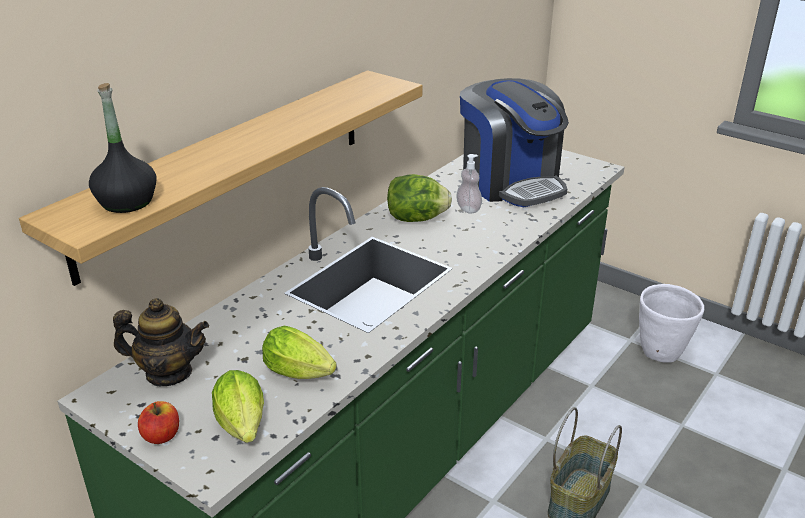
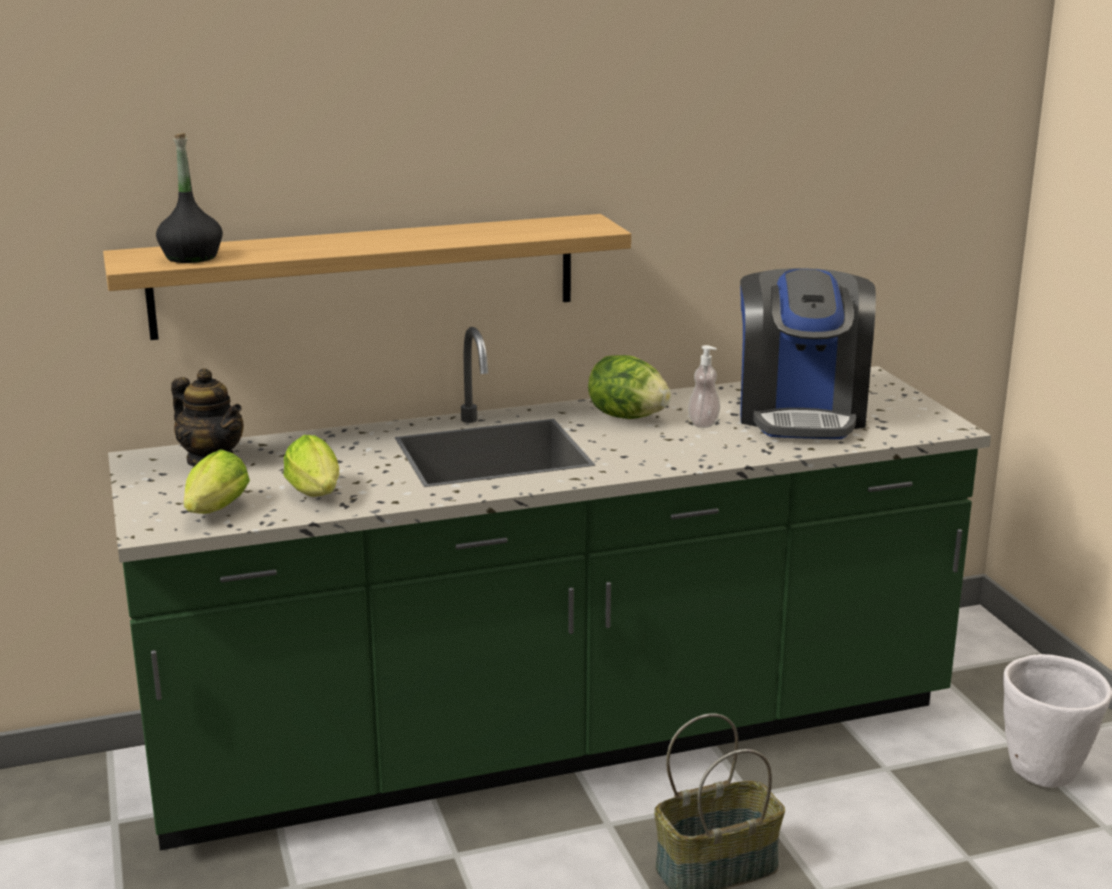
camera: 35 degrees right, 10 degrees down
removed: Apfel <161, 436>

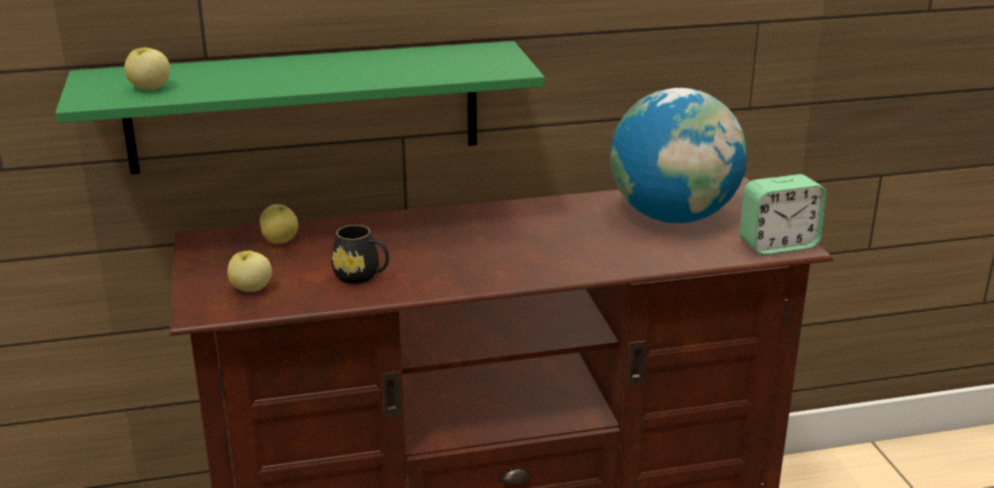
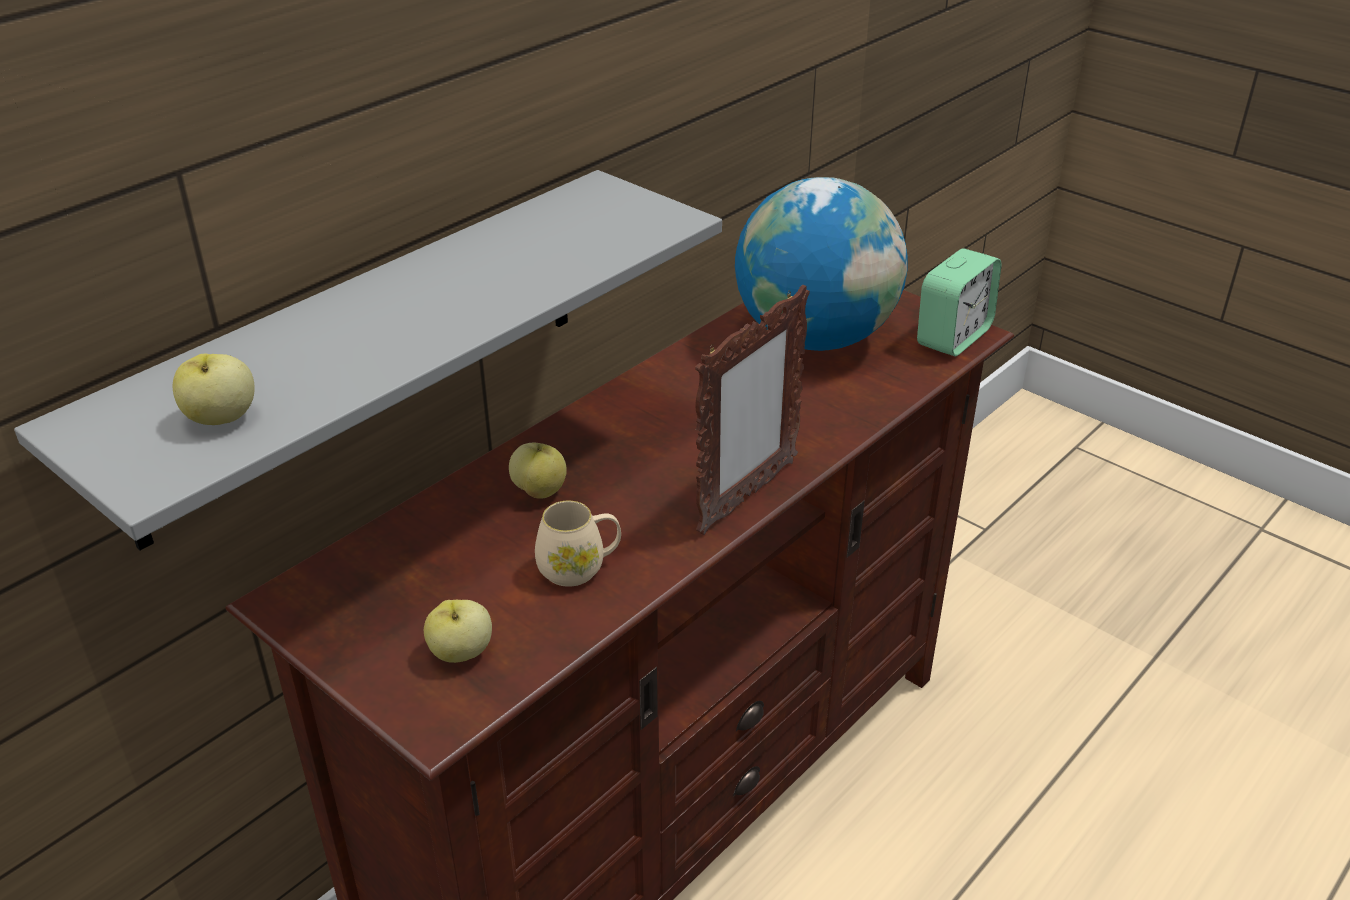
camera: 35 degrees left, 10 degrees up
added: Bilderrahmen <746, 497>
moved: Apfel <280, 240> to <540, 490>
recoloured: Wandregal/grün <304, 107> to Wandregal/grau <364, 351>; Henkelbecher/schwarz <362, 276> to Henkelbecher/beige <579, 568>

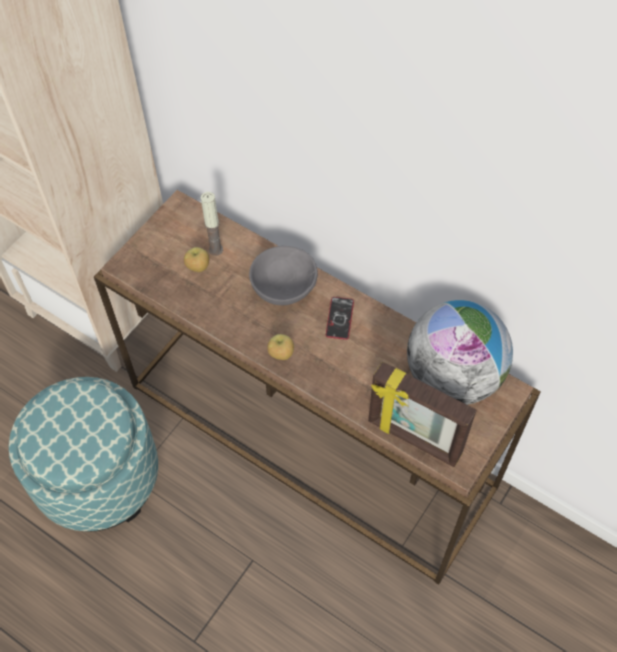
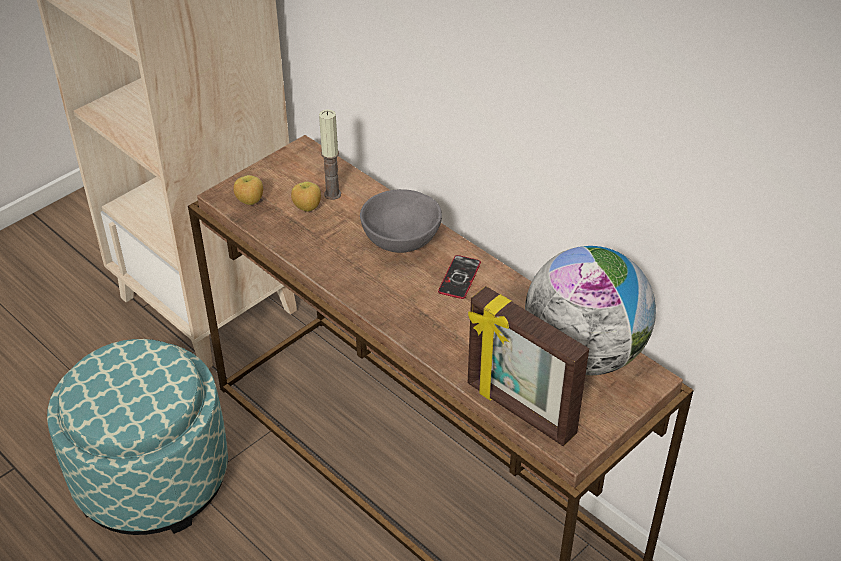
camera: 10 degrees right, 15 degrees down
moved: Apfel <281, 354> to <250, 201>

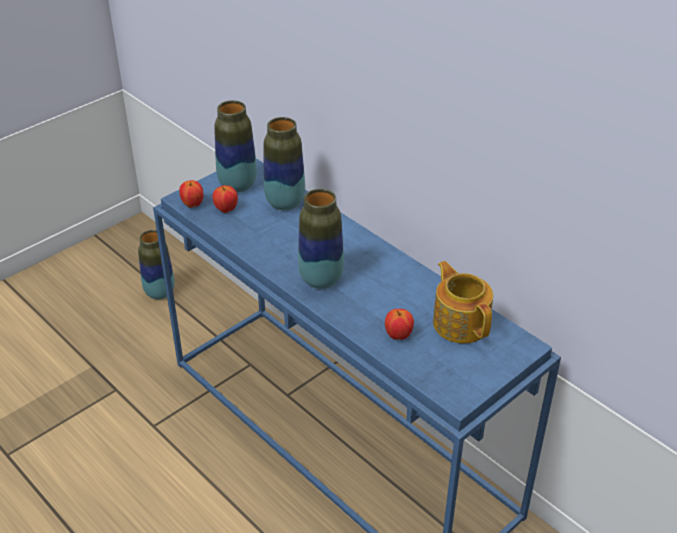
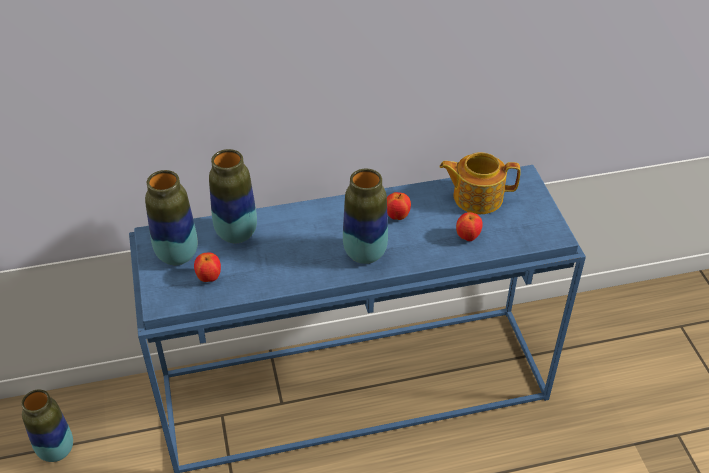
camera: 60 degrees left, 5 degrees up
moved: Apfel <192, 204> to <397, 216>

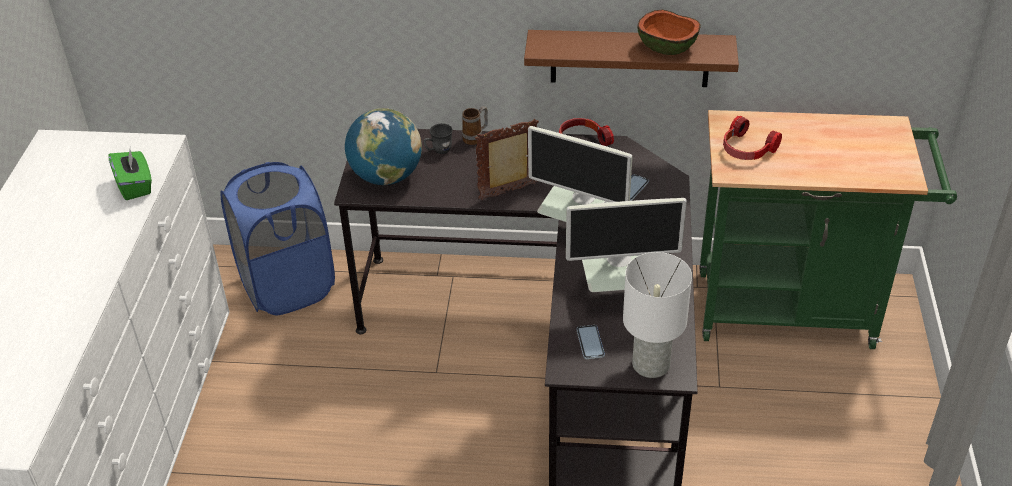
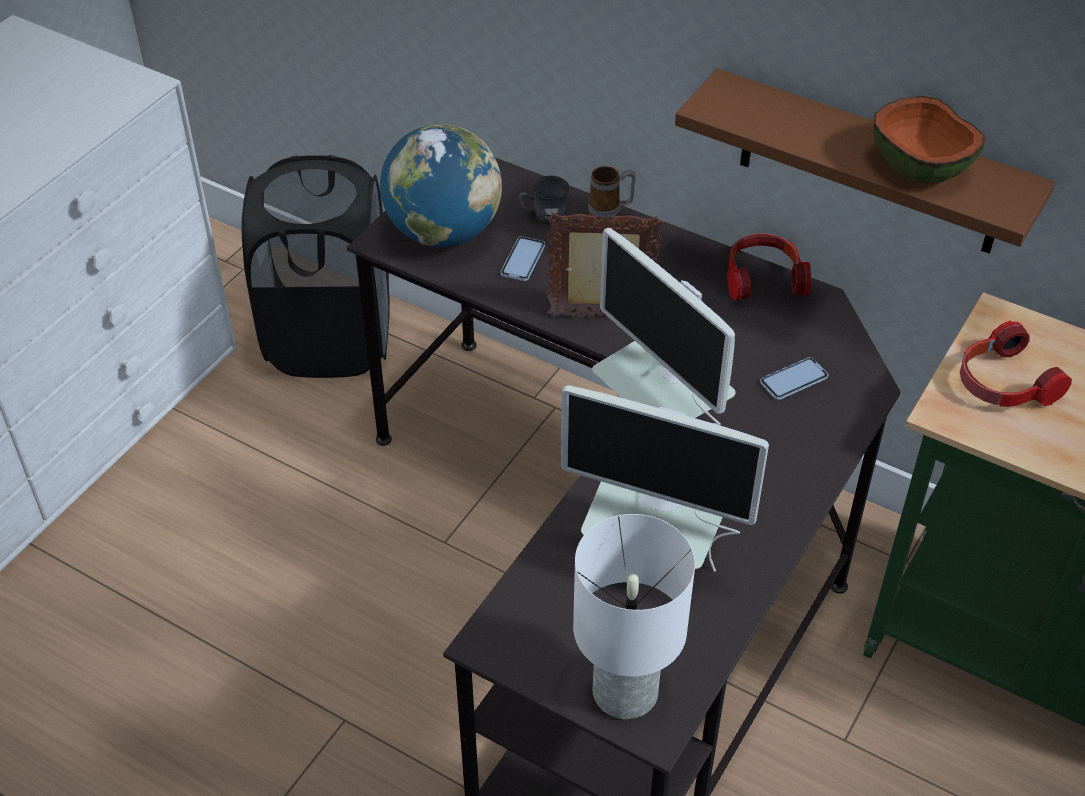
camera: 25 degrees right, 5 degrees up
removed: Taschentuchbox/grün <135, 186>
moved: Handy <590, 343> to <523, 260>
recoloured: Wäschekorb/blau <288, 286> to Wäschekorb/schwarz <330, 339>

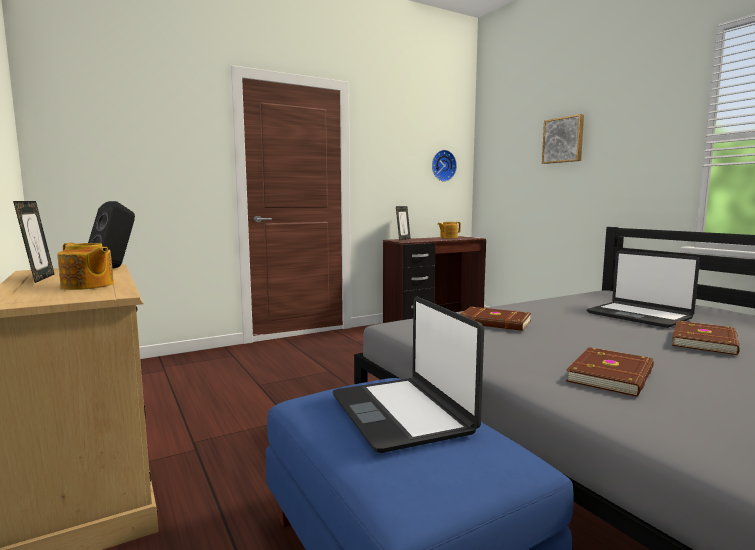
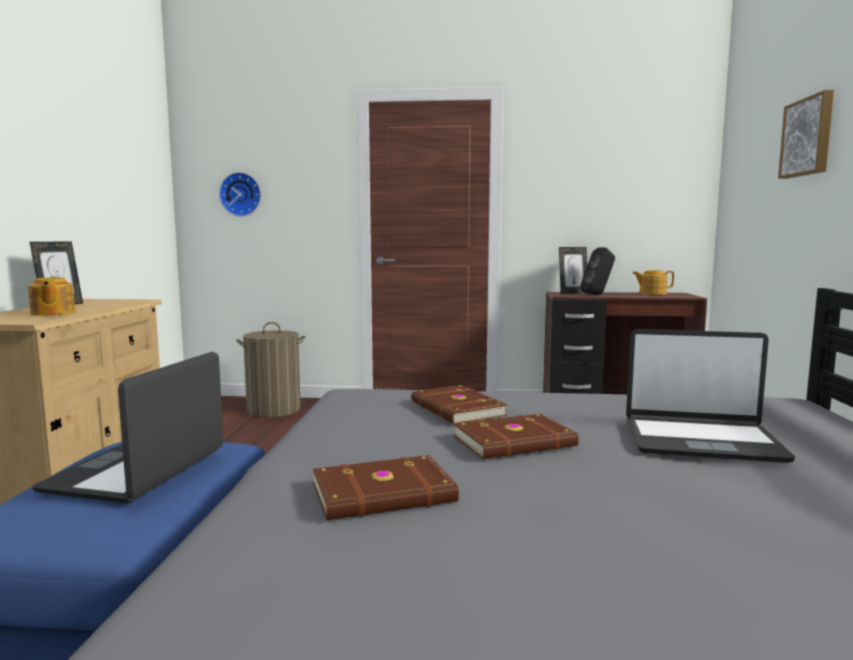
camera: 35 degrees right, 0 degrees up
added: Wäschekorb <273, 410>
moved: Wanduhr <442, 165> to <241, 194>; Lautsprecher/schwarz <114, 268> to <598, 294>; Buch/braun <706, 341> to <516, 442>
turned: Laptop <639, 315> = <701, 441> 75 degrees counterclockwise

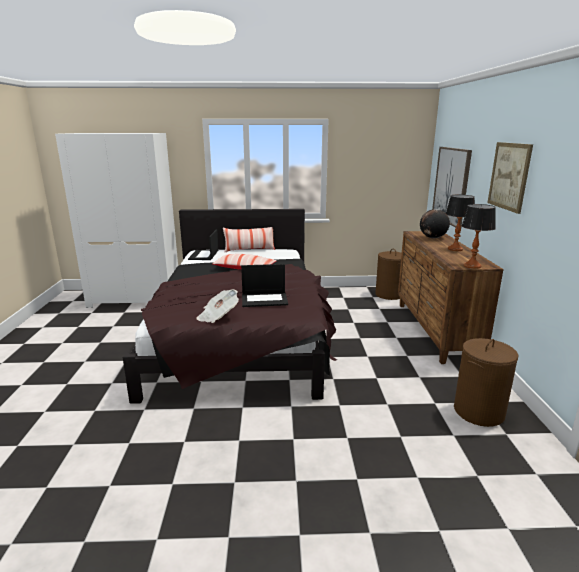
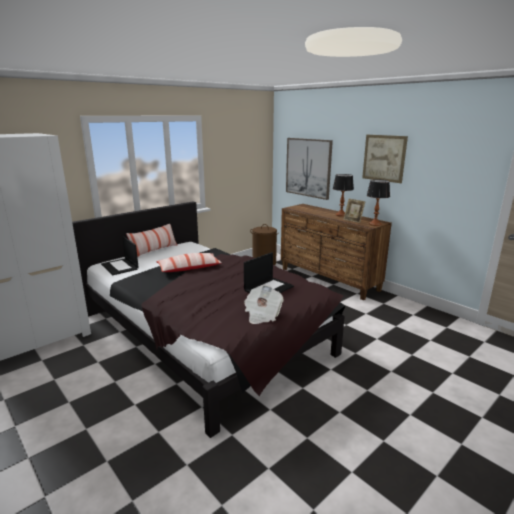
camera: 40 degrees left, 0 degrees up
removed: Globus <432, 238>; Wäschekorb/braun <479, 411>
added: Bilderrahmen <353, 220>

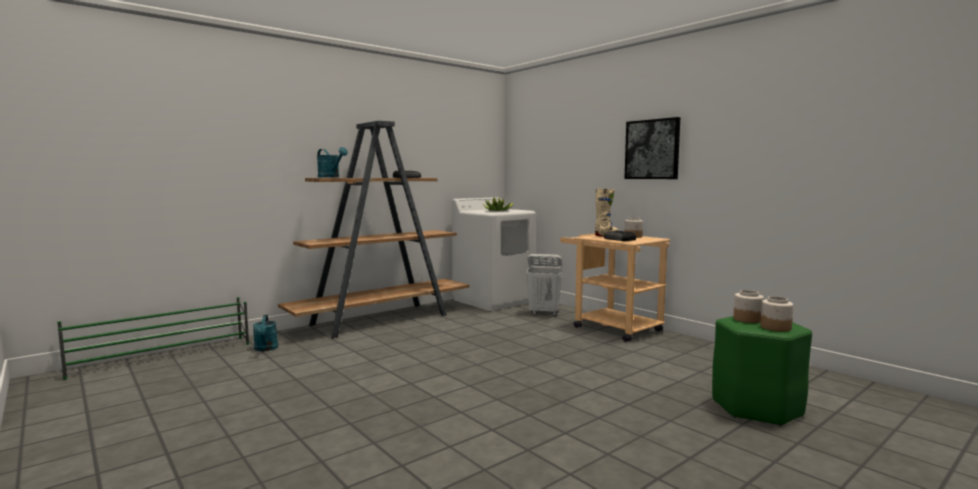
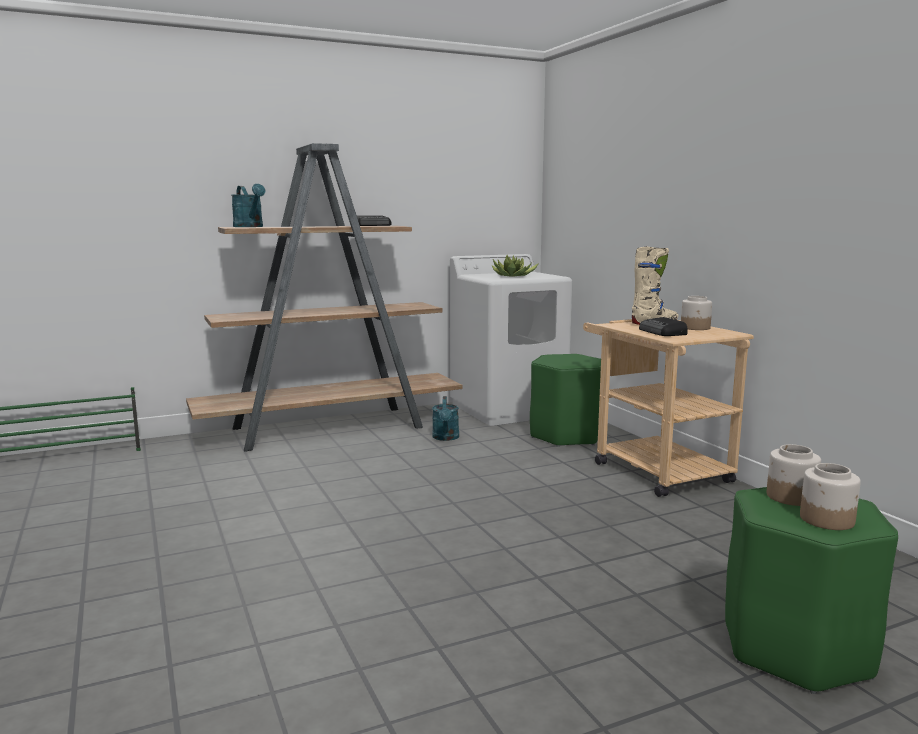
camera: 15 degrees right, 5 degrees up
removed: Bild <652, 149>
moved: Gießkanne/türkis <265, 349> to <446, 438>
replaced: Wäschekorb/weiß <544, 313> to Hocker/grün <567, 436>

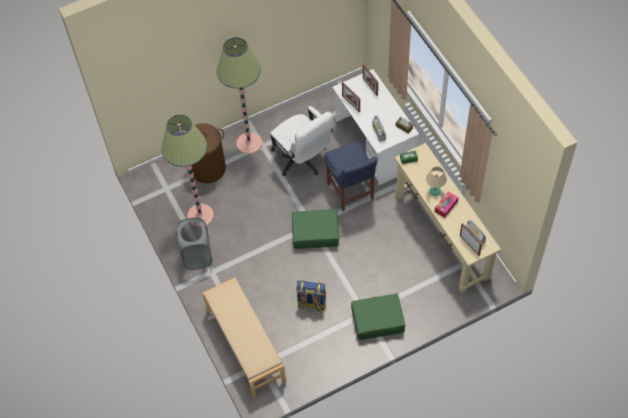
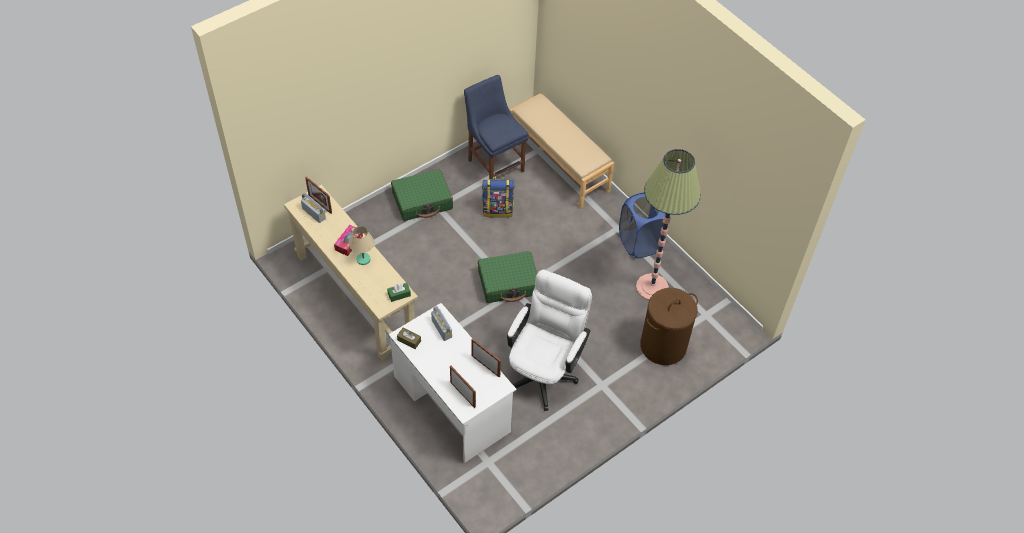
camera: 165 degrees right, 5 degrees down
removed: Stehlampe <249, 143>
moved: Stuhl/blau <351, 193> to <494, 163>
recoloured: Wäschekorb/grau <197, 256> to Wäschekorb/blau <639, 243>
turned: Bürostuhl/weiß <302, 160> = <544, 371> 75 degrees clockwise

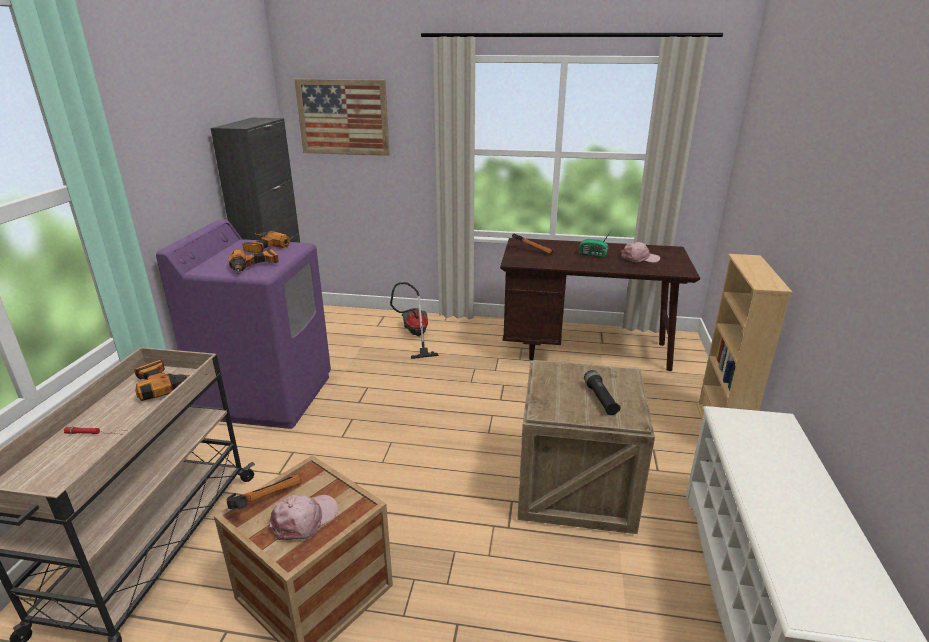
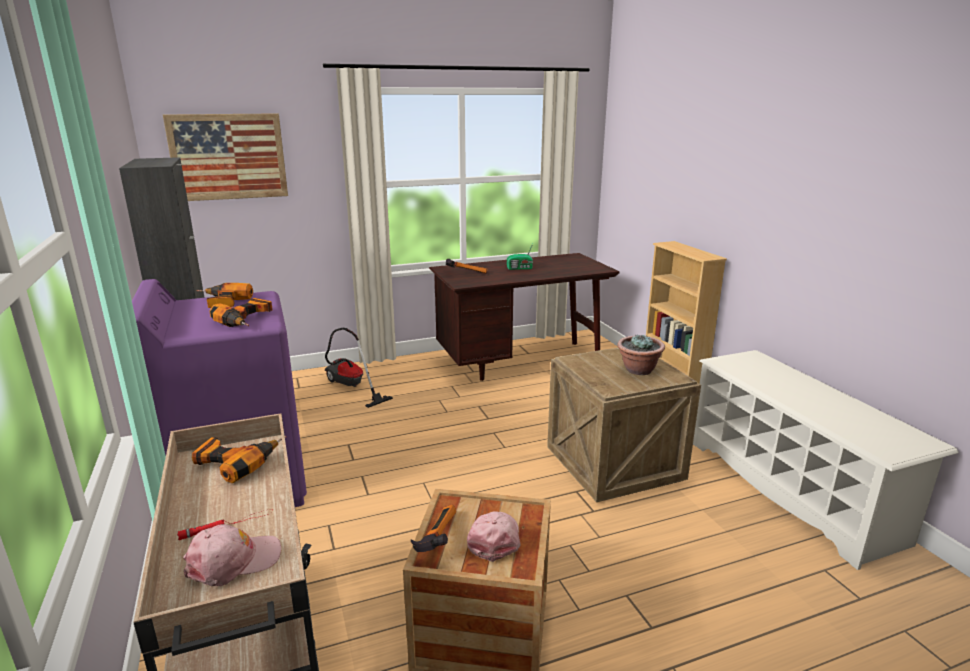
camera: 30 degrees left, 5 degrees down
moved: Kappe/rosa <639, 258> to <233, 561>
replaced: Taschenlampe/schwarz <600, 399> to Topfpflanze <638, 370>

